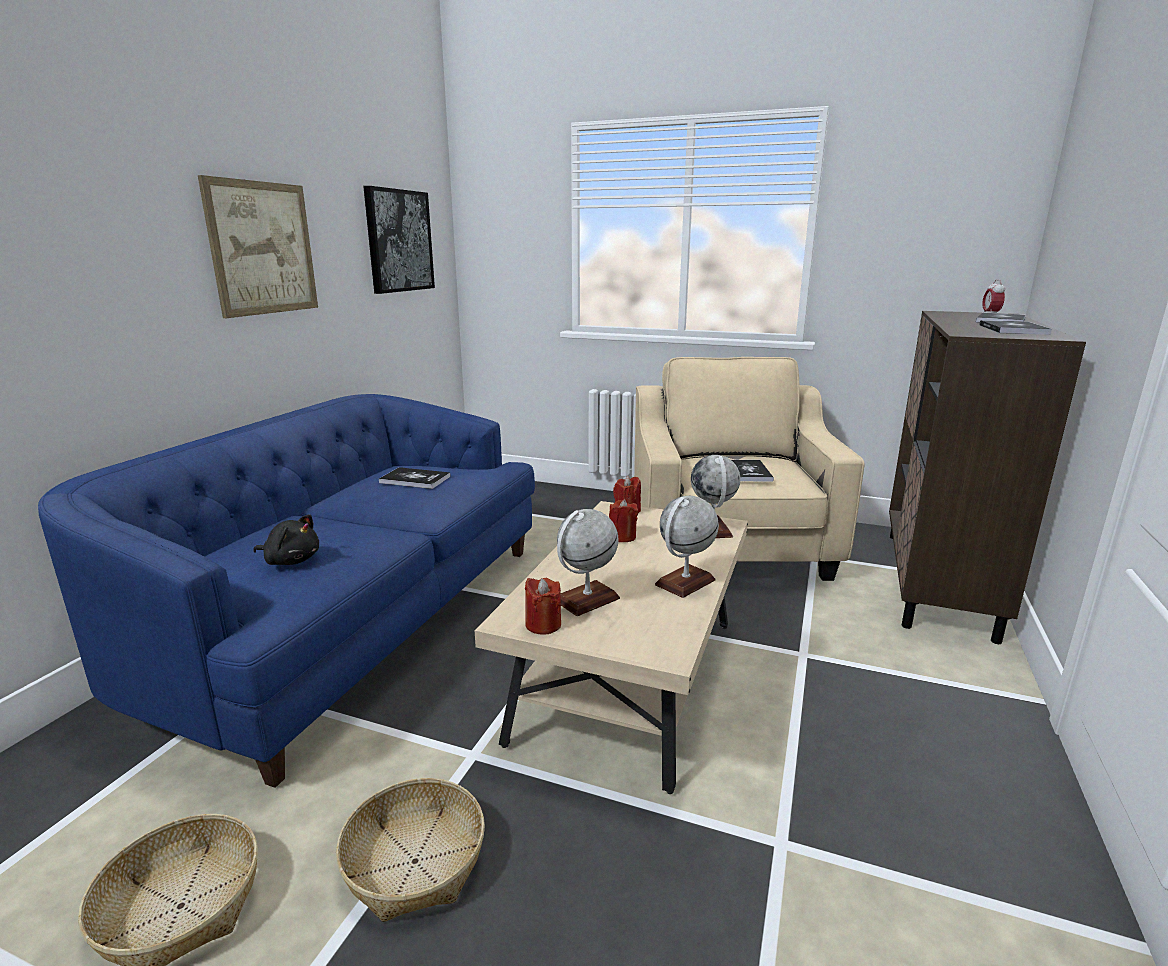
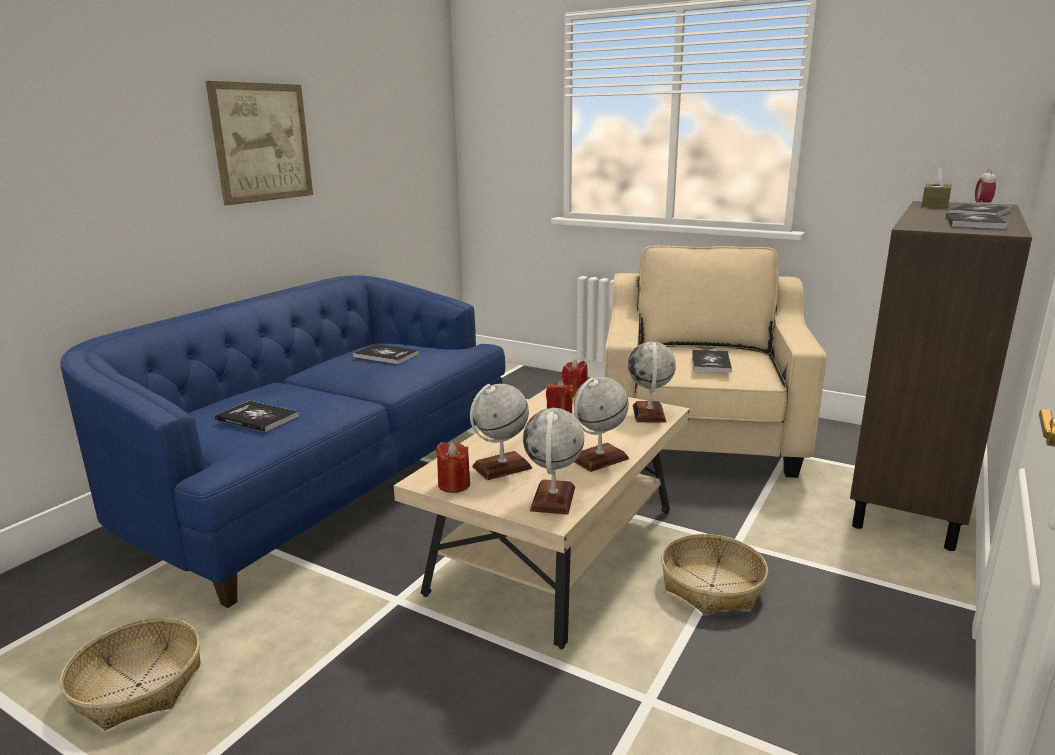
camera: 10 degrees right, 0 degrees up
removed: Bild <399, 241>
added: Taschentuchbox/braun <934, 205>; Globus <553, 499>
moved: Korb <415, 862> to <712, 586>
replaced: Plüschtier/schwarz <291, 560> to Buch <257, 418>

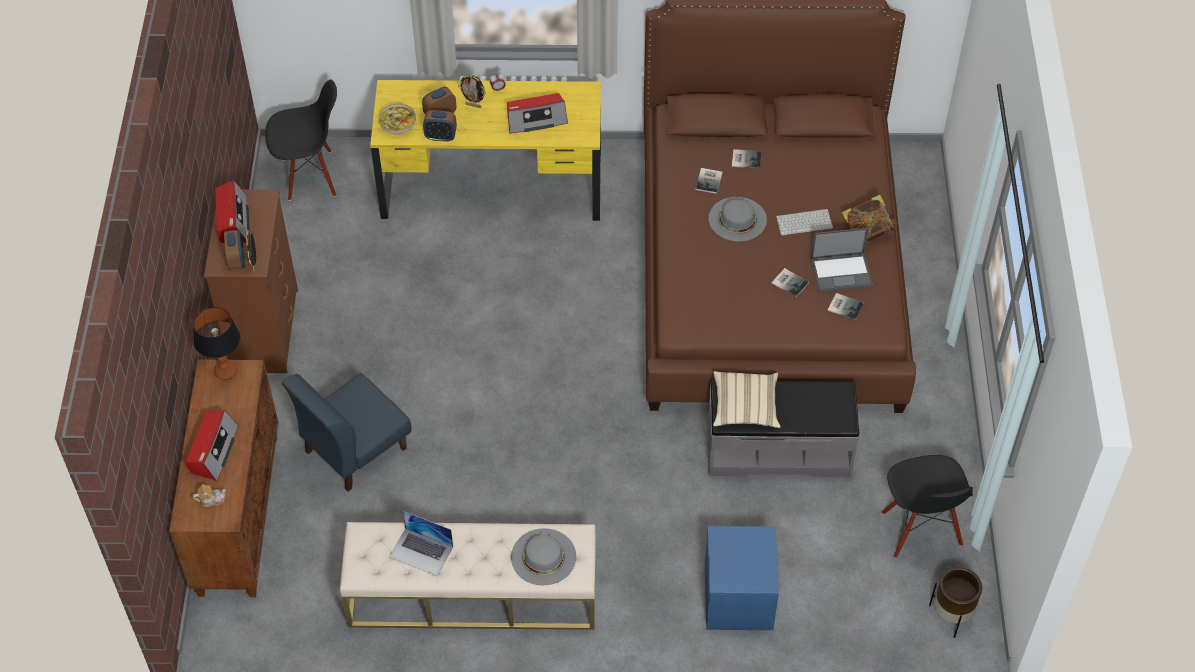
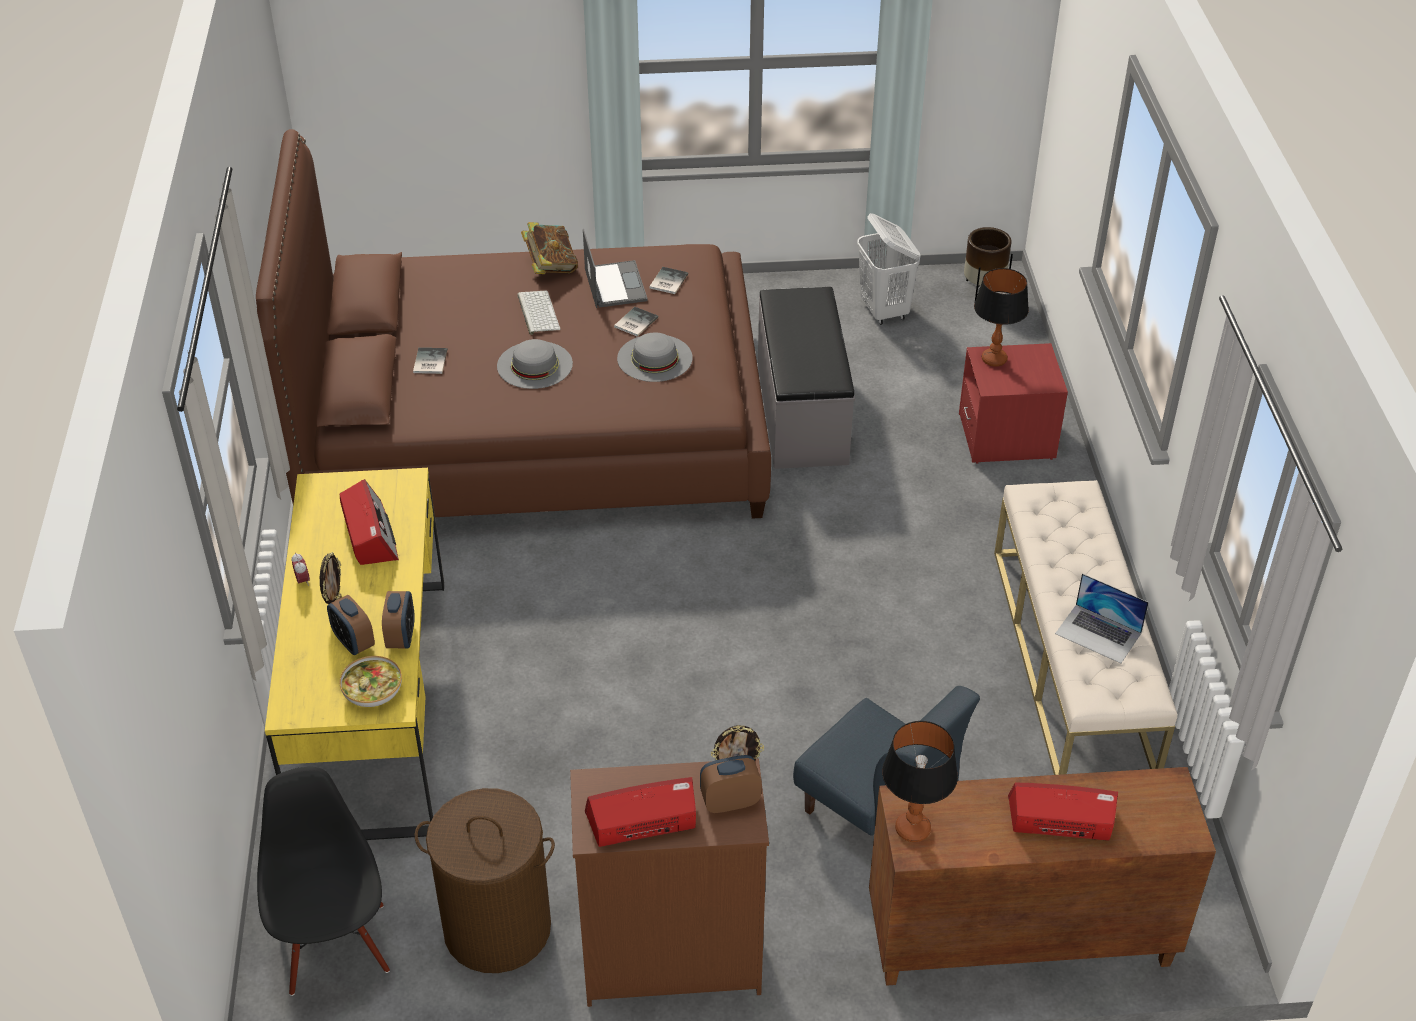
camera: 95 degrees left, 10 degrees down
removed: Buch <710, 180>; Kissen/beige <745, 407>; Teekanne <211, 499>
added: Tischlampe <994, 360>; Wäschekorb/braun <497, 928>
moved: Hut/grau <543, 557> to <655, 358>
replaced: Stuhl/schwarz <920, 529> to Wäschekorb/weiß <884, 311>
recoloured: Nachttisch/blau <738, 598> to Nachttisch/rot <1006, 436>
turned: Laptop <421, 552> = <1098, 633> 105 degrees clockwise

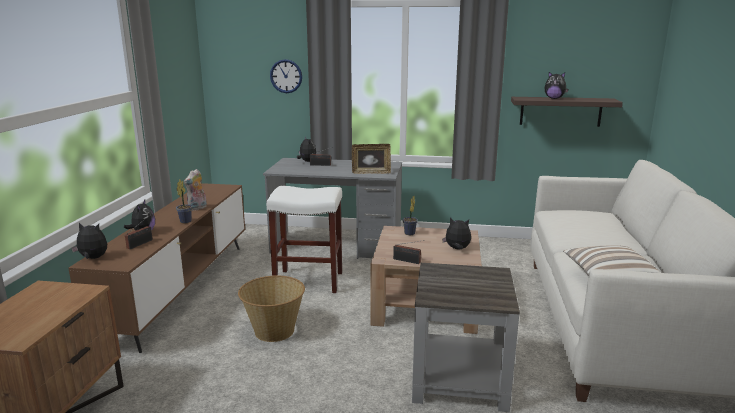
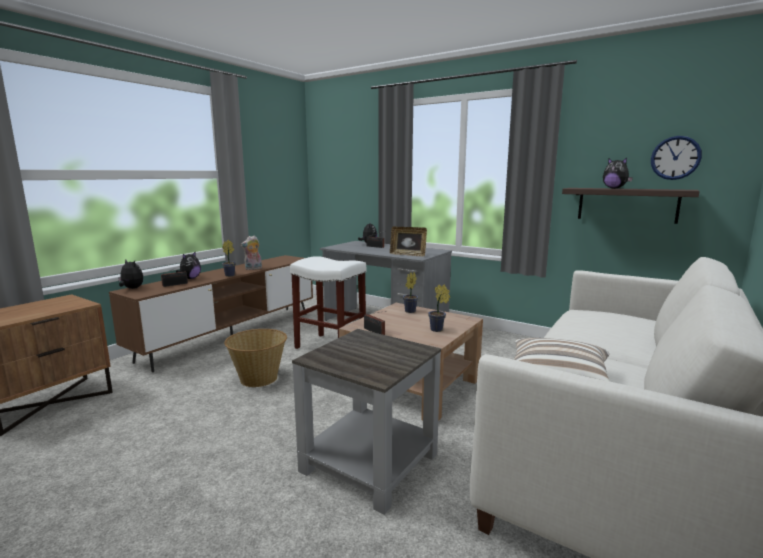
camera: 25 degrees right, 5 degrees down
moved: Wanduhr <286, 76> to <675, 158>
replaced: Plüschtier <457, 249> to Topfpflanze <438, 330>

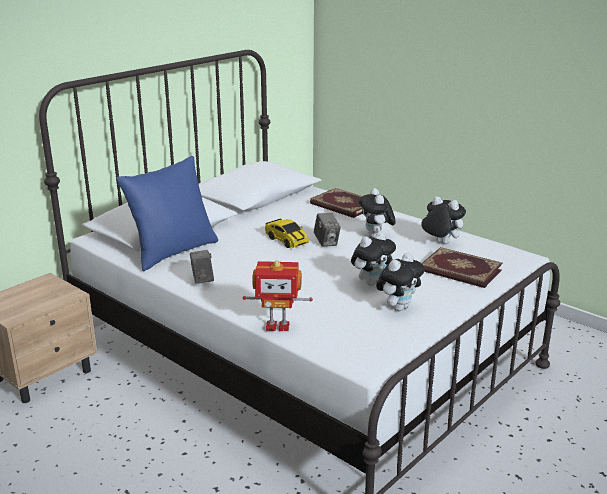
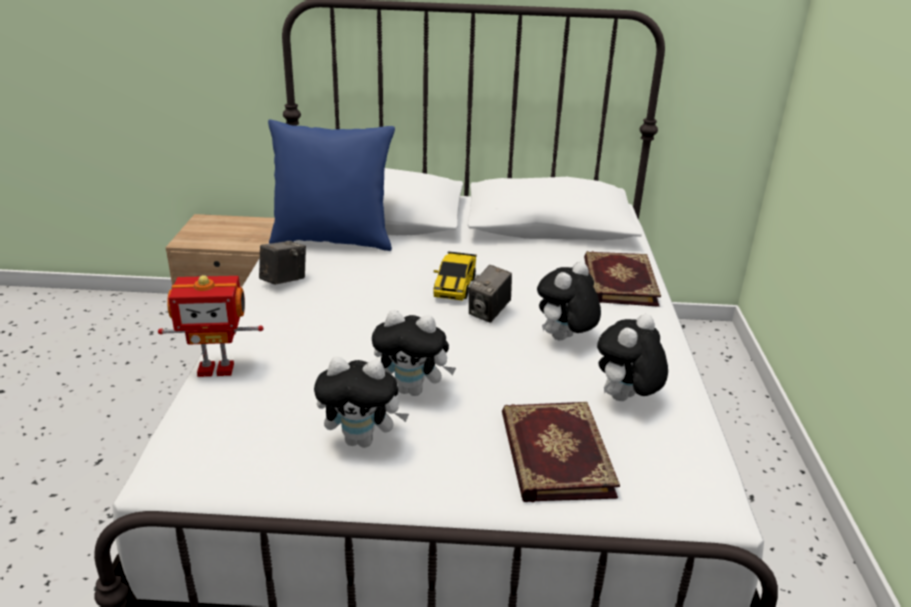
camera: 50 degrees right, 5 degrees up
turned: Plüschtier <440, 243> = <625, 400> 135 degrees counterclockwise; Spielzeugroboter <277, 326> = <216, 368> 60 degrees counterclockwise

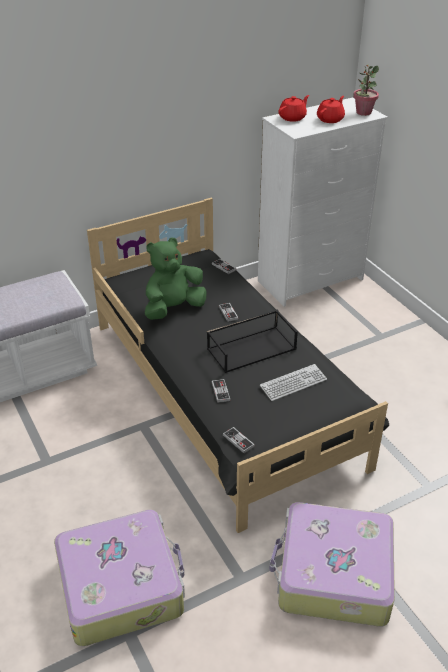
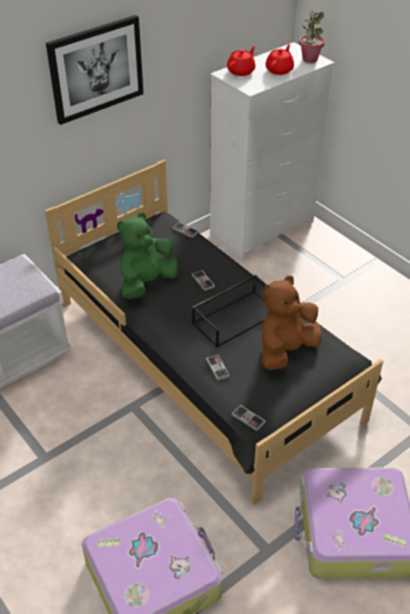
camera: 10 degrees left, 5 degrees up
added: Bild <96, 69>
replaced: Tastatur <293, 383> to Plüschtier/braun <286, 350>

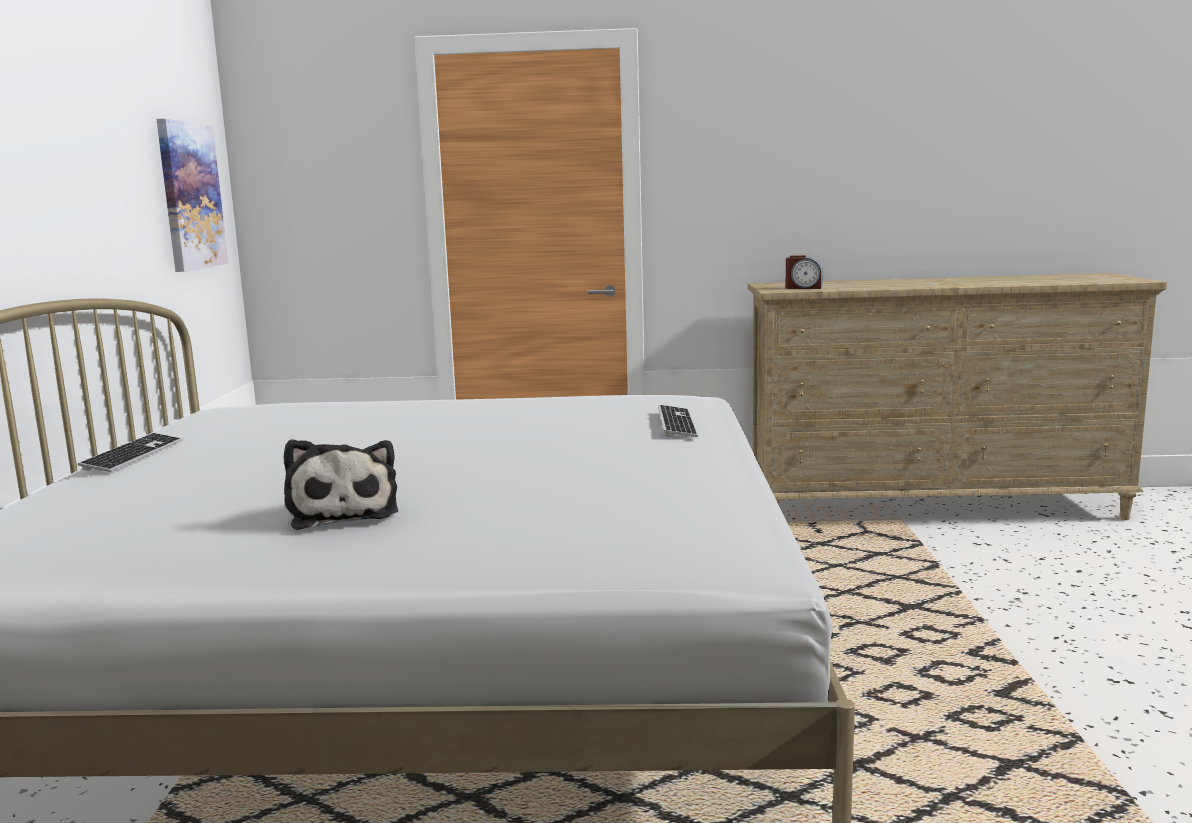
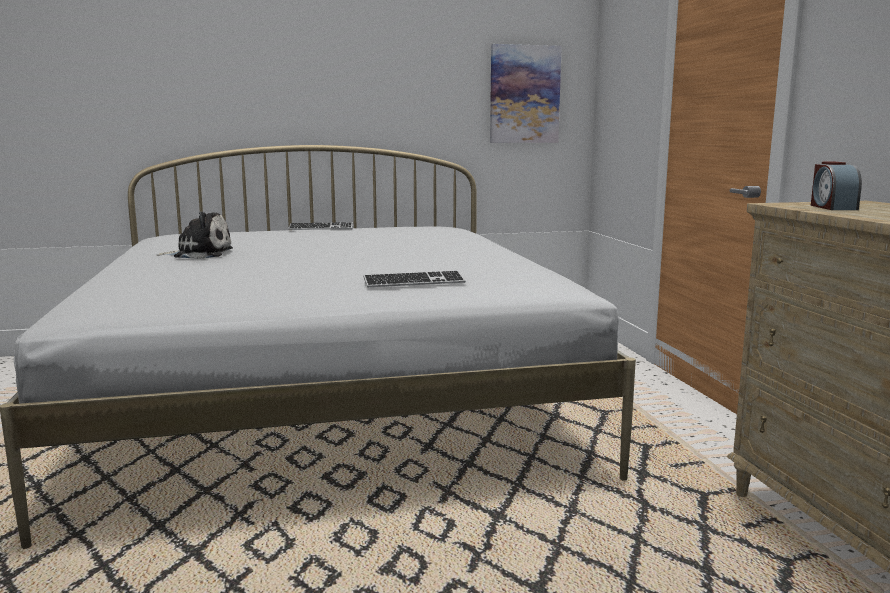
camera: 75 degrees right, 0 degrees up
turned: Plüschtier <343, 512> = <200, 254> 150 degrees counterclockwise

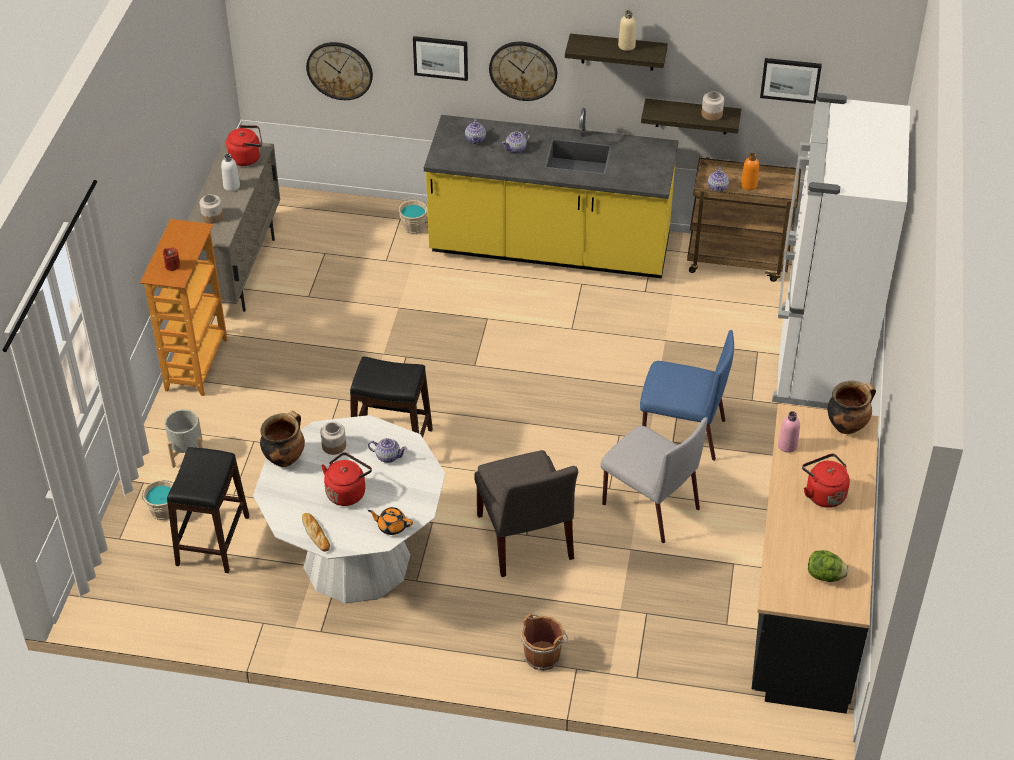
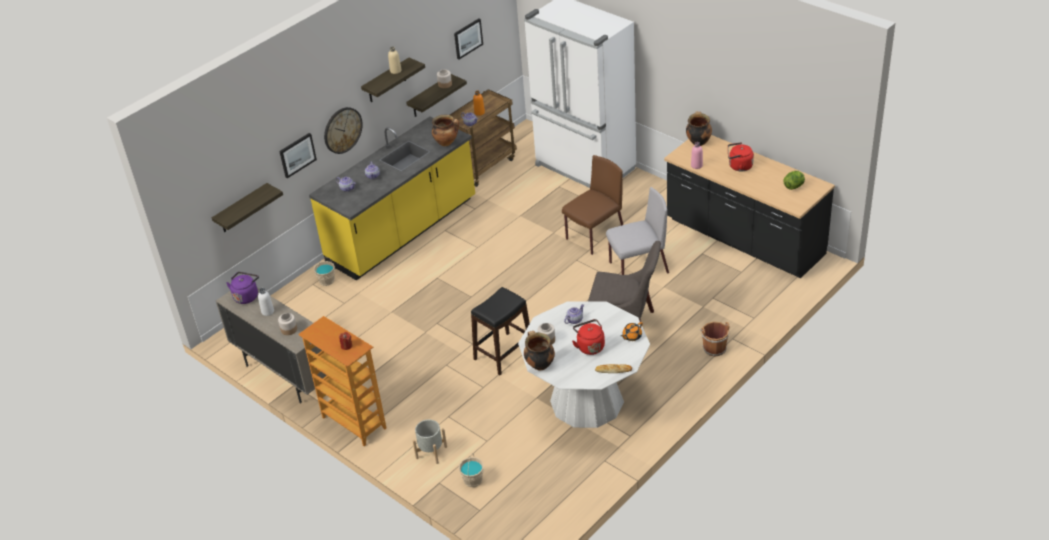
camera: 55 degrees left, 5 degrees down
removed: Hocker/schwarz <212, 540>
added: Kochtopf <446, 142>
replaced: Wanduhr <339, 70> to Wandregal <242, 209>
recoloured: Wasserkessel/rot <247, 157> to Wasserkessel/lila <246, 296>; Stuhl/blau <681, 433> to Stuhl/braun <594, 236>

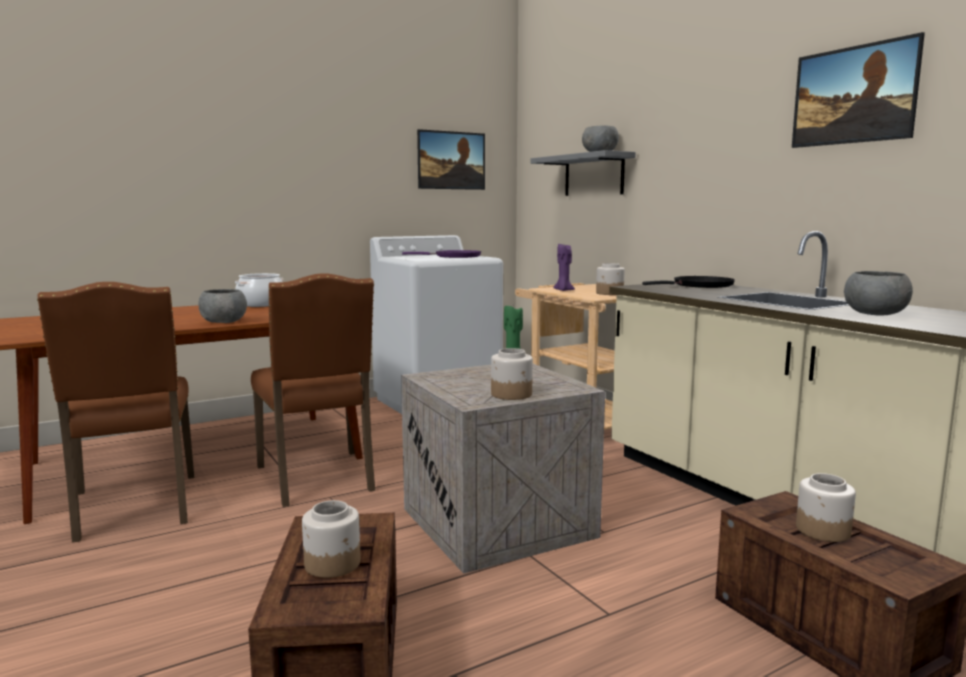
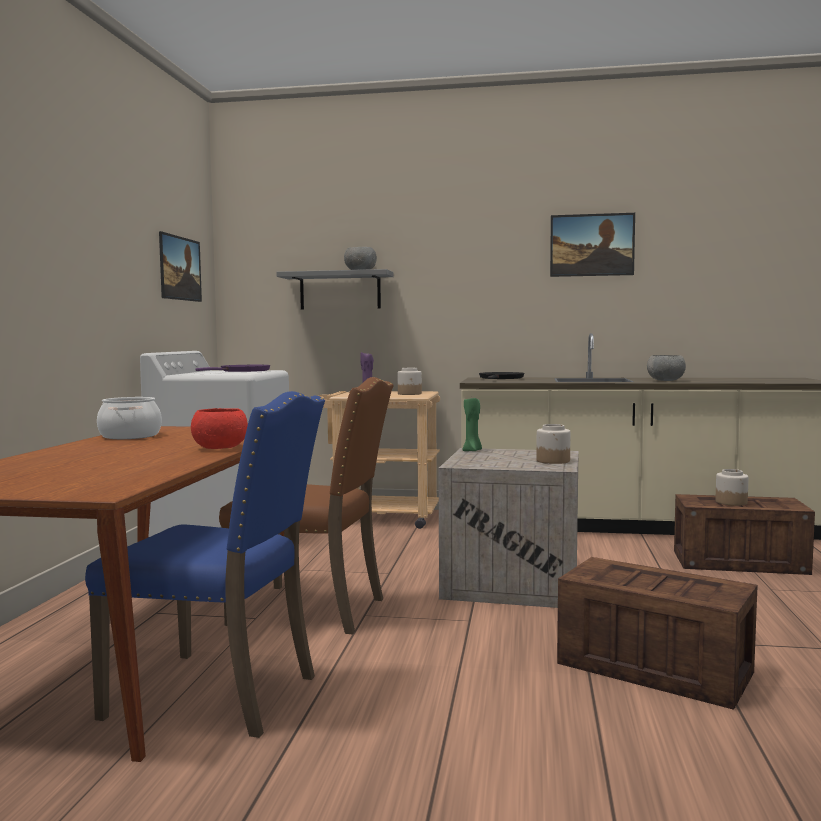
camera: 50 degrees left, 5 degrees down
removed: Vorratsglas <333, 564>
recoloured: Stuhl/braun <134, 507> to Stuhl/blau <219, 695>; Schüssel/grau <223, 322> to Schüssel/rot <220, 448>

